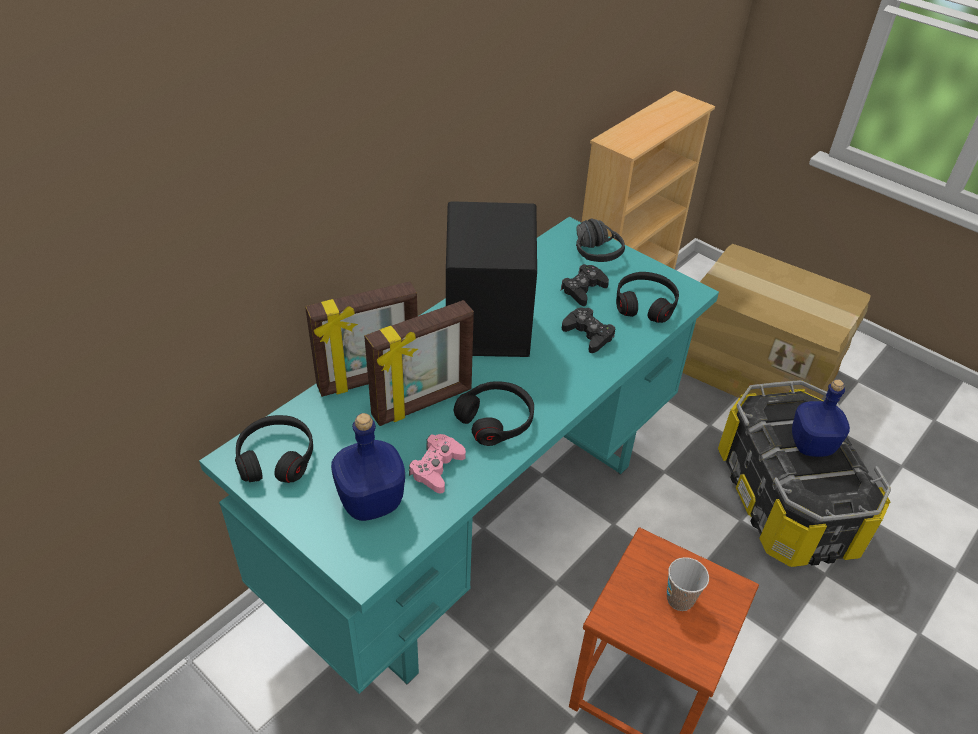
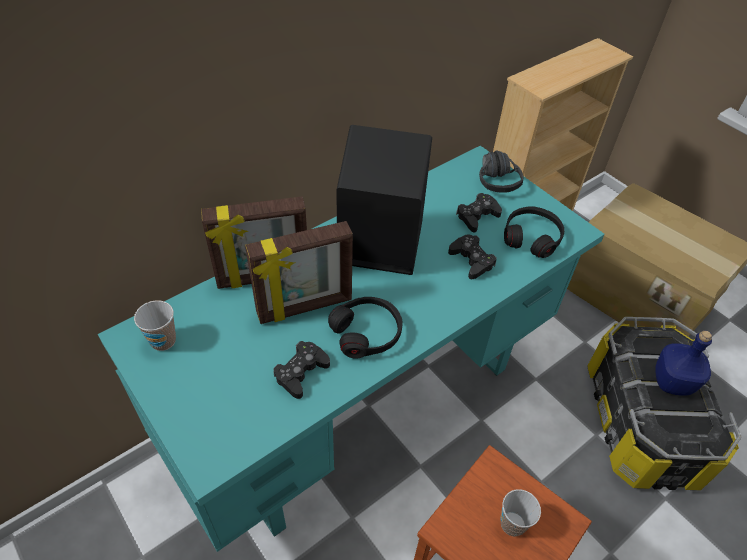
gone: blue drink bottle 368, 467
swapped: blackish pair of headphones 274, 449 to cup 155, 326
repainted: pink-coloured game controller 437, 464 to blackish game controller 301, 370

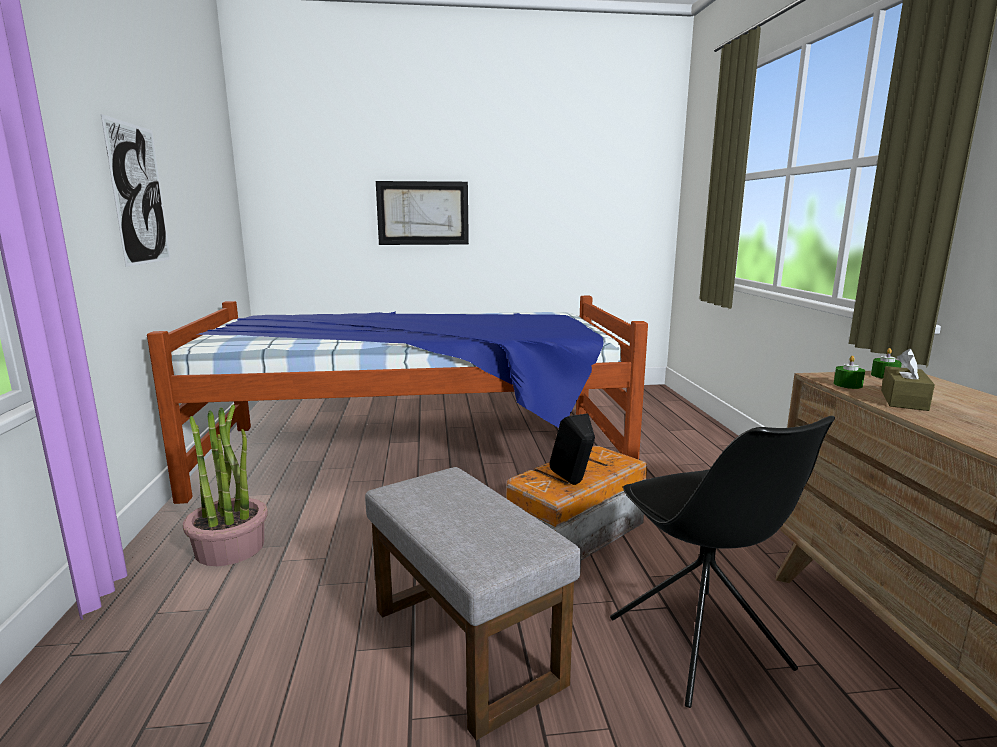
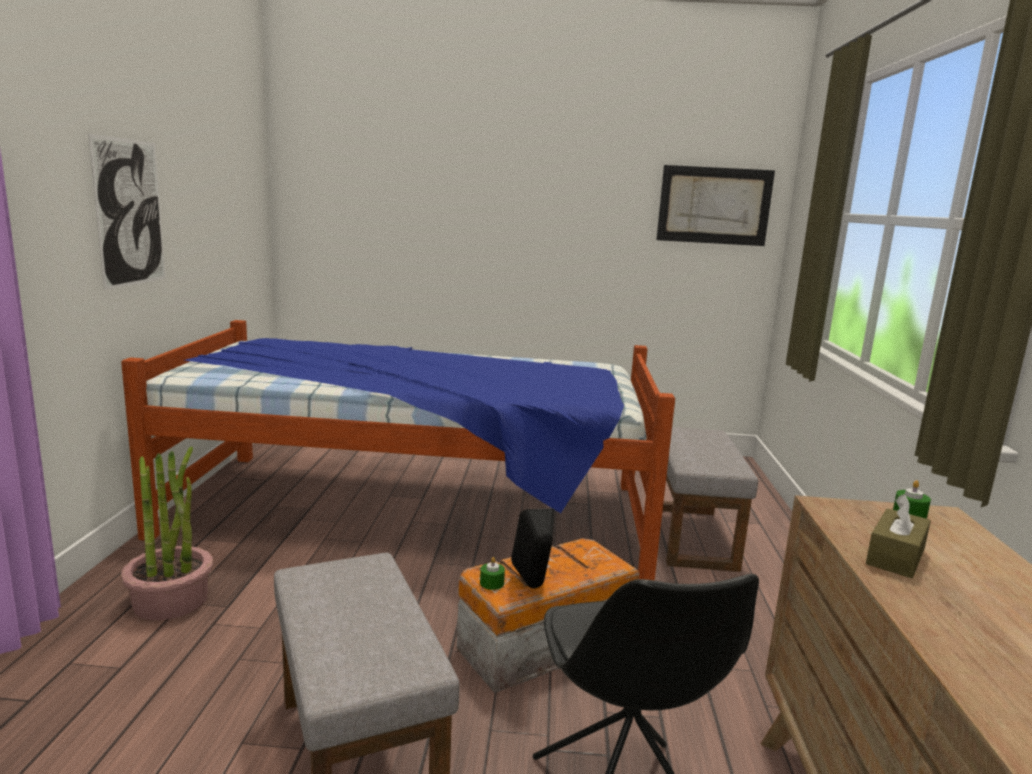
new: greyish footrest 710, 499
shifted: greenish wax light 849, 372 to 492, 573; wall art 422, 213 to 716, 205

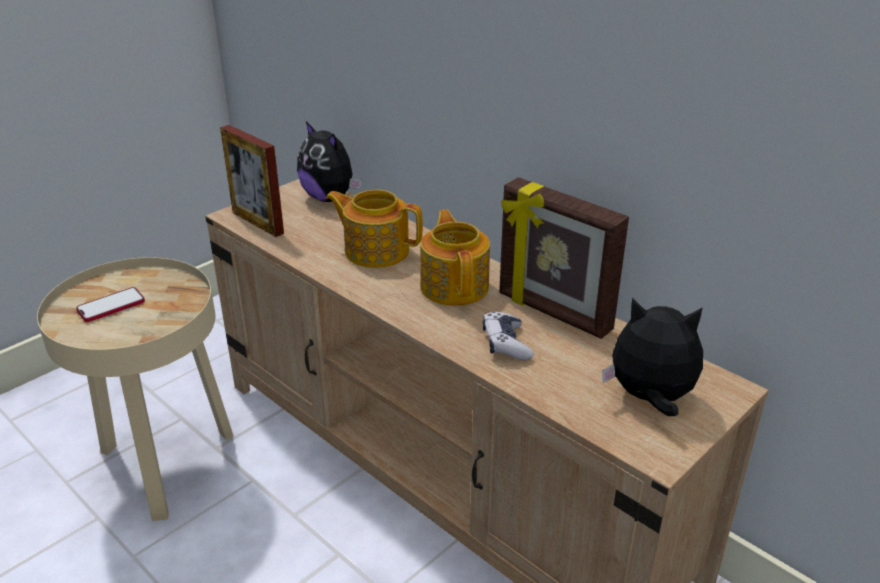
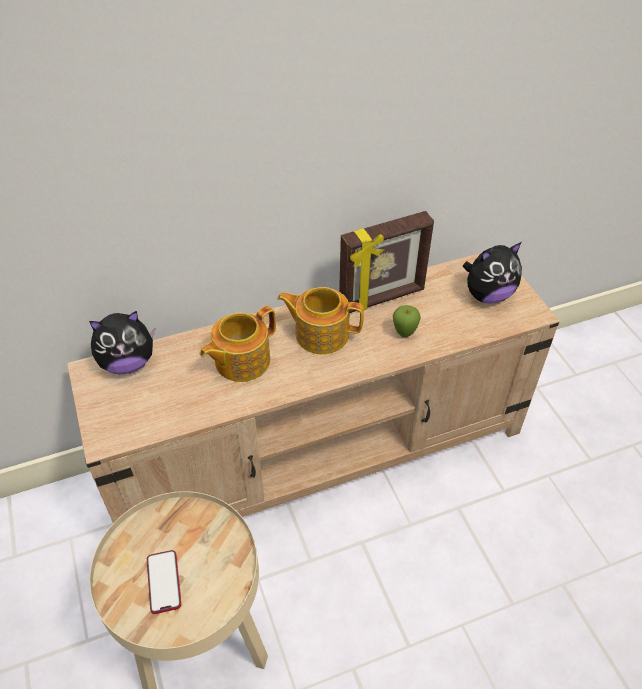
gone: standing frame 252, 181
swapped: game controller 508, 335 to apple 407, 321
rotated: plush toy 652, 356 = 492, 273 150 degrees counterclockwise

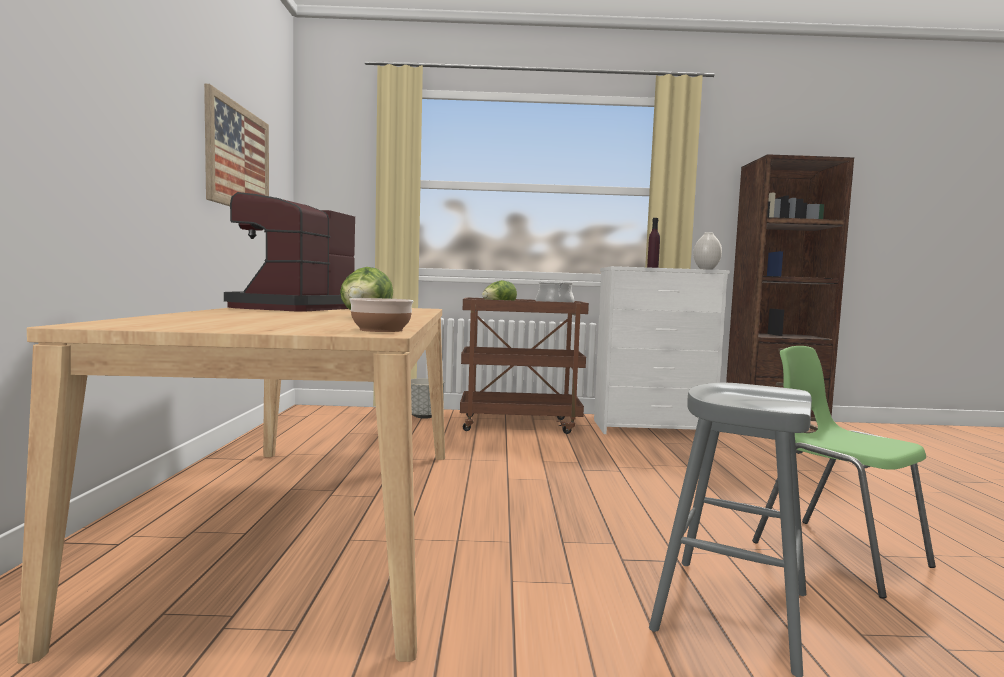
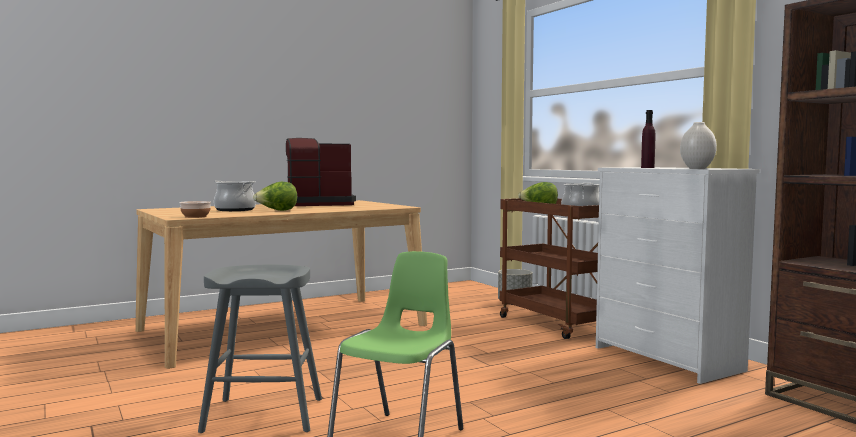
gone: wall art 236, 145
new: stockpot 235, 196

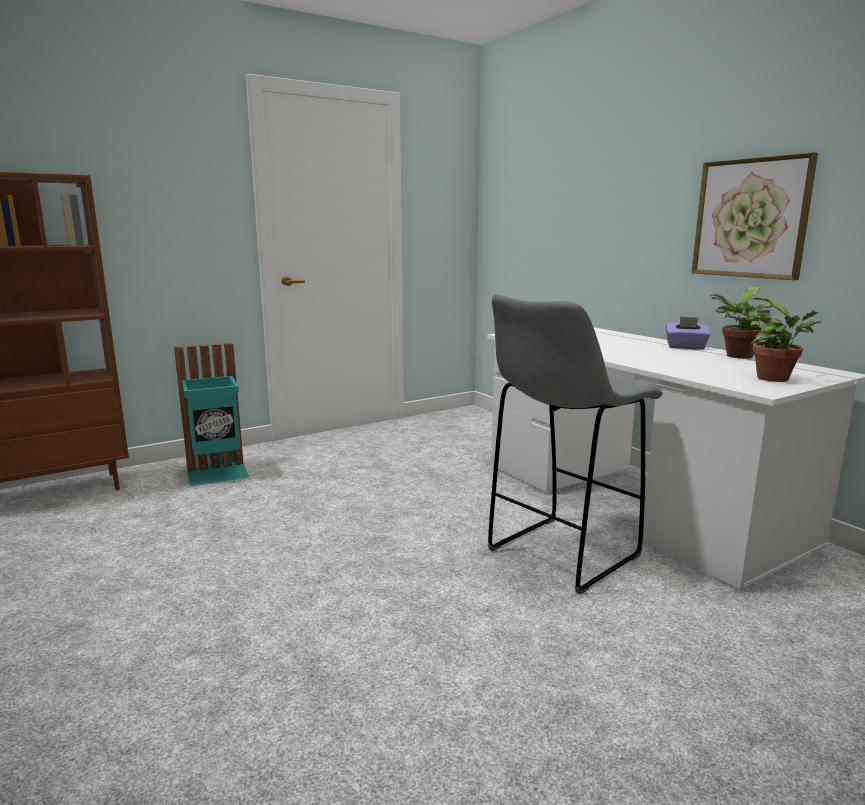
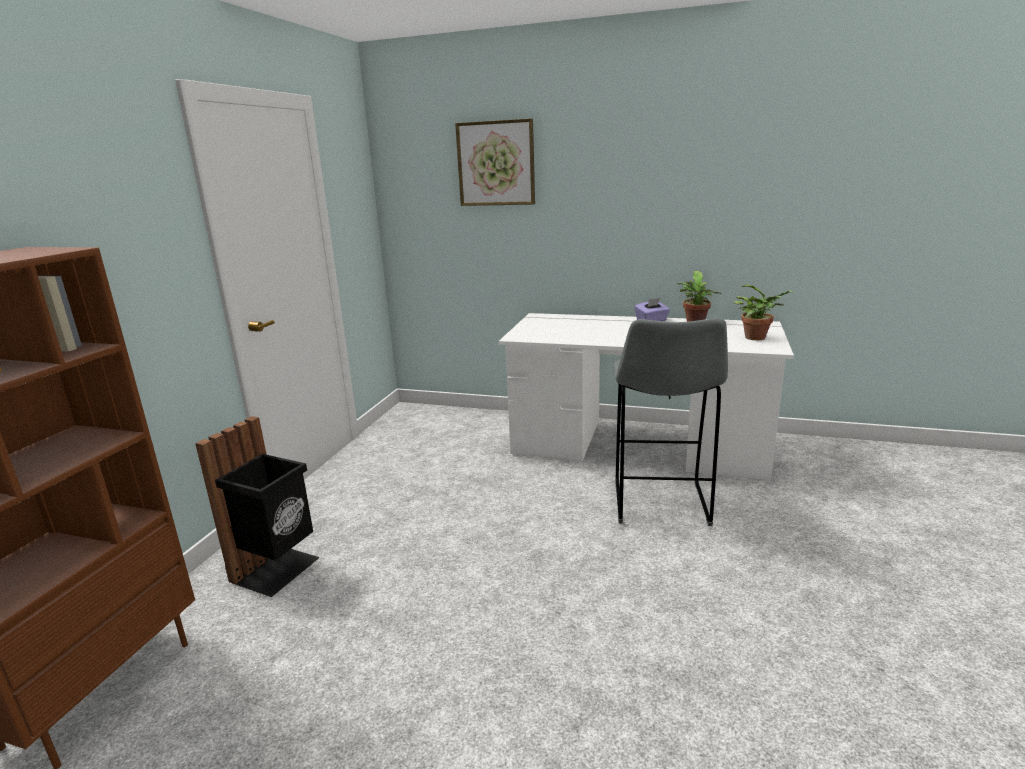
shifted: wall art 755, 216 to 495, 162
repainted: turquoise-coloured waste bin 211, 414 to blackish waste bin 257, 506

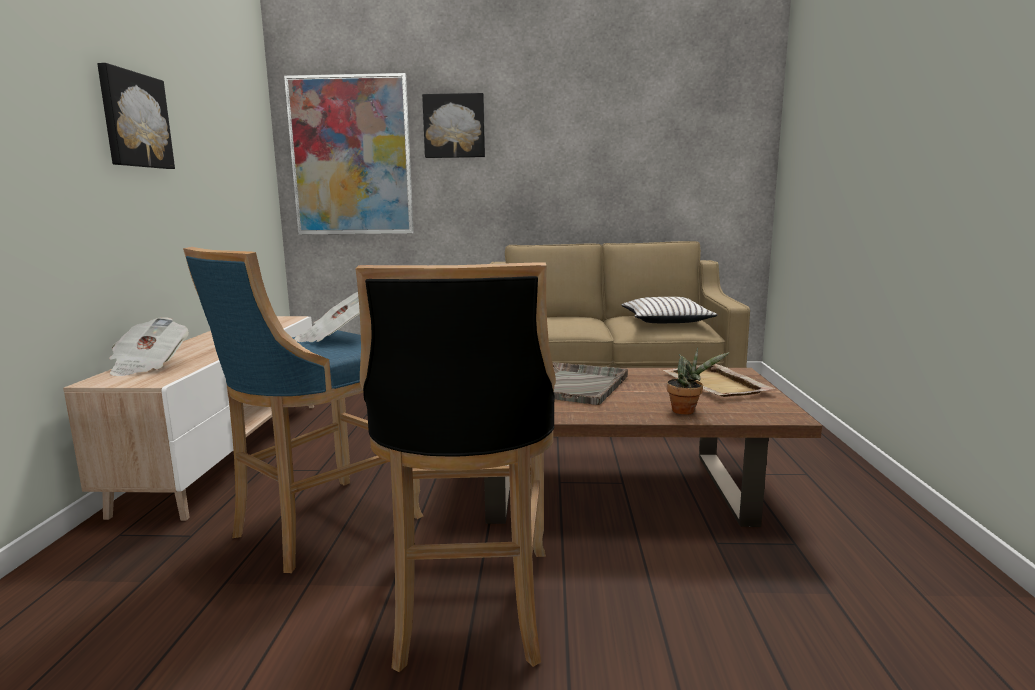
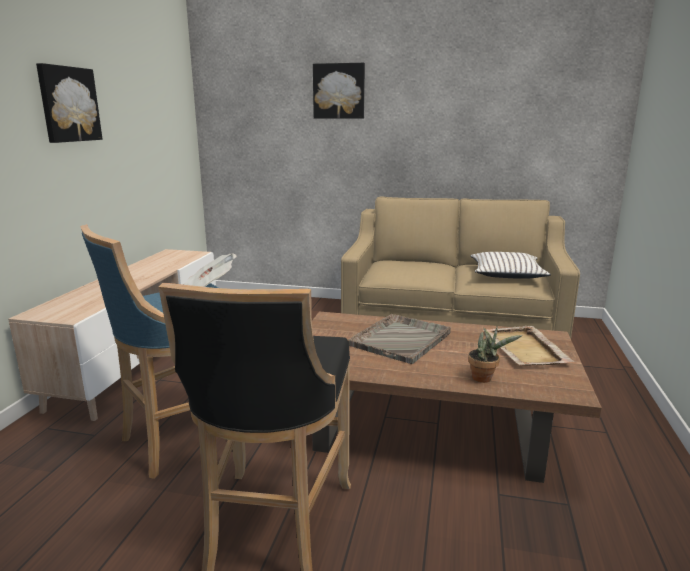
gone: newspaper 149, 346; wall art 349, 154

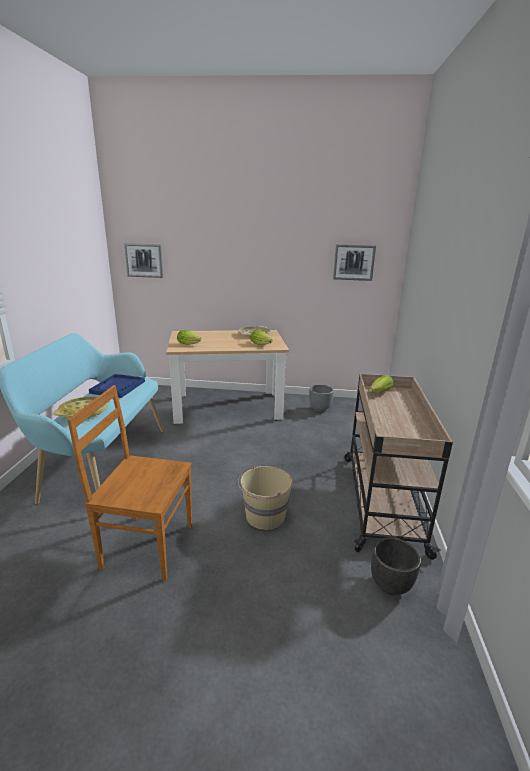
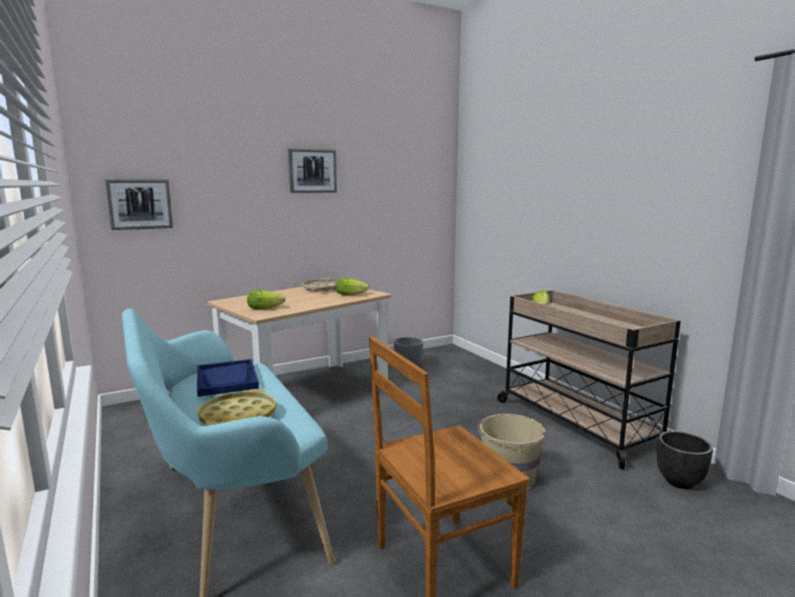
shifted: wall art 354, 262 to 312, 170

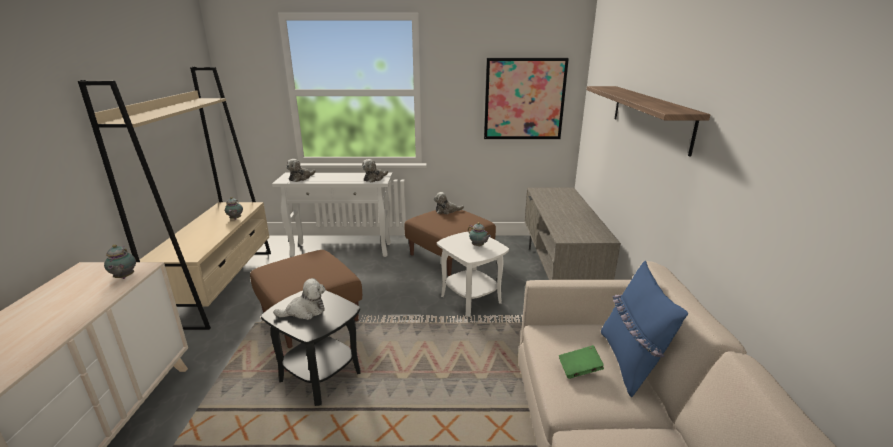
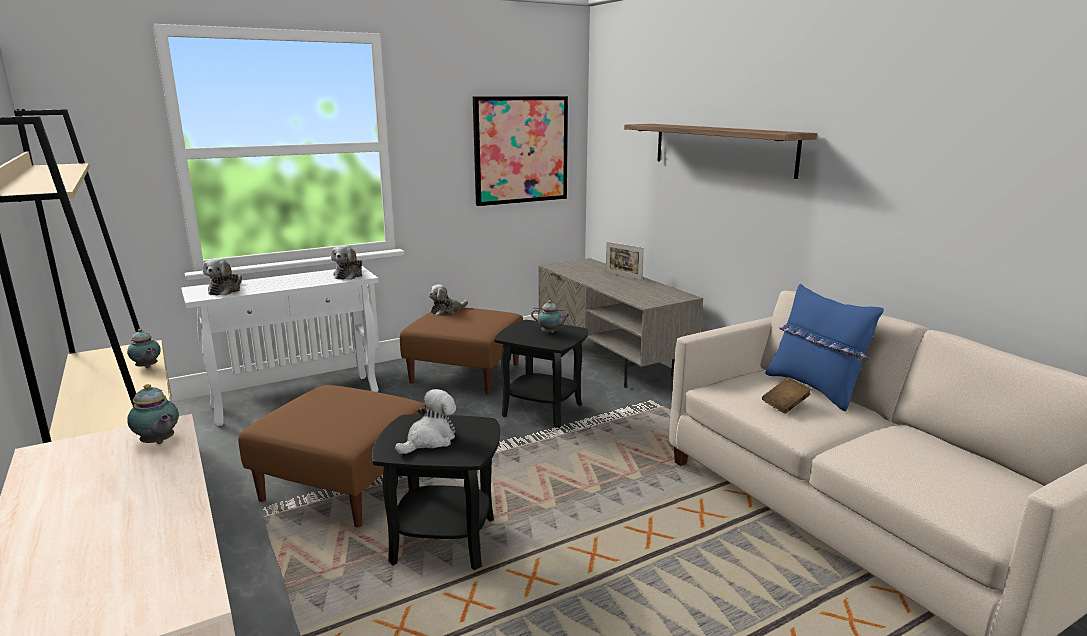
new: standing frame 625, 261
repainted: white-coloured end table 473, 274 to blackish end table 541, 374; greenish volume 581, 362 to brown-coloured volume 787, 395

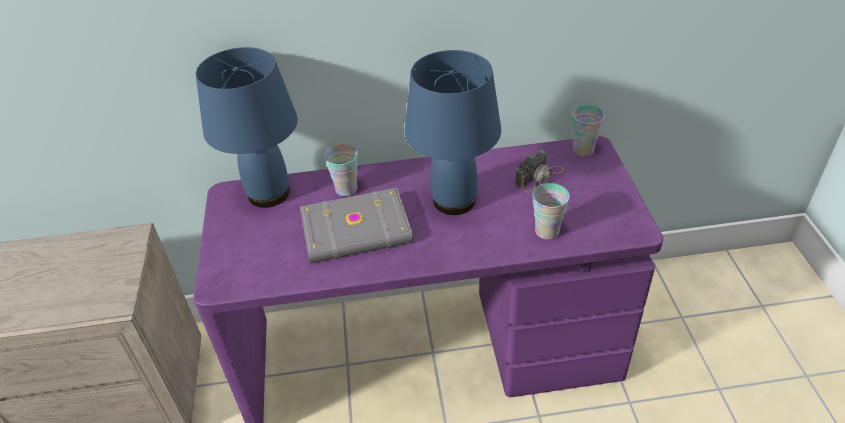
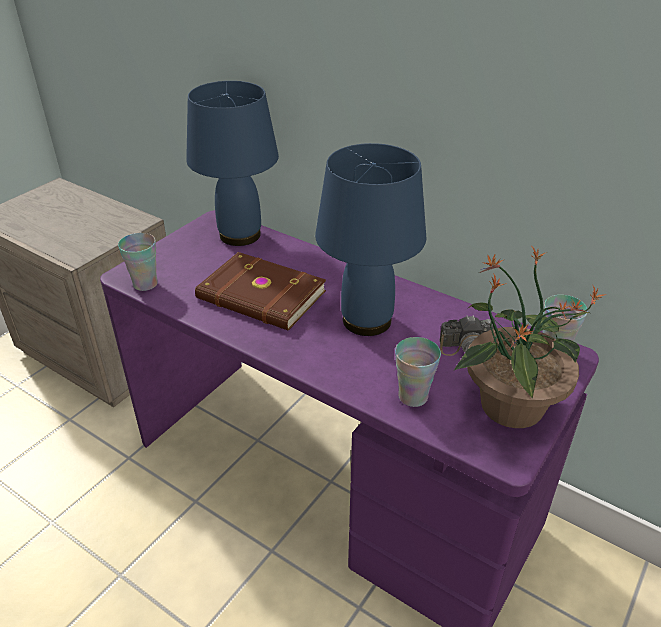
new: houseplant 529, 337
shifted: cup 341, 170 to 138, 262
repainted: greyish volume 356, 226 to brown-coloured volume 260, 291

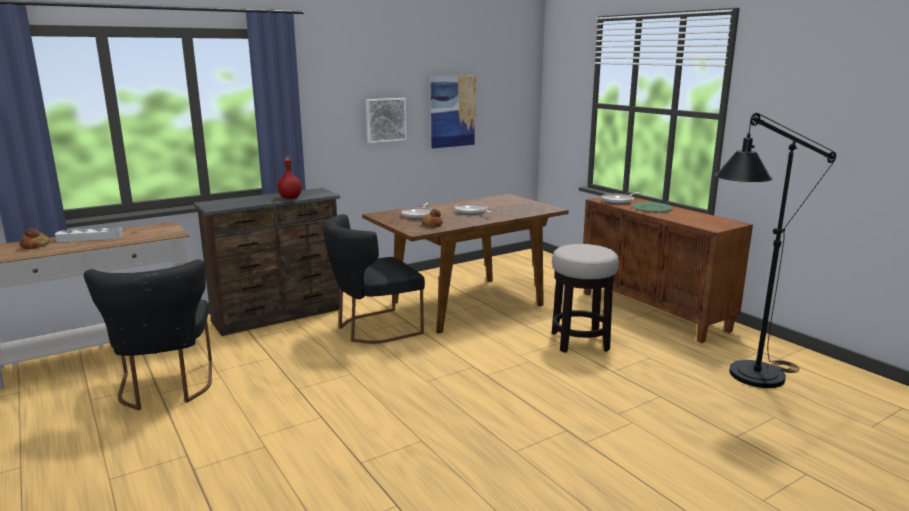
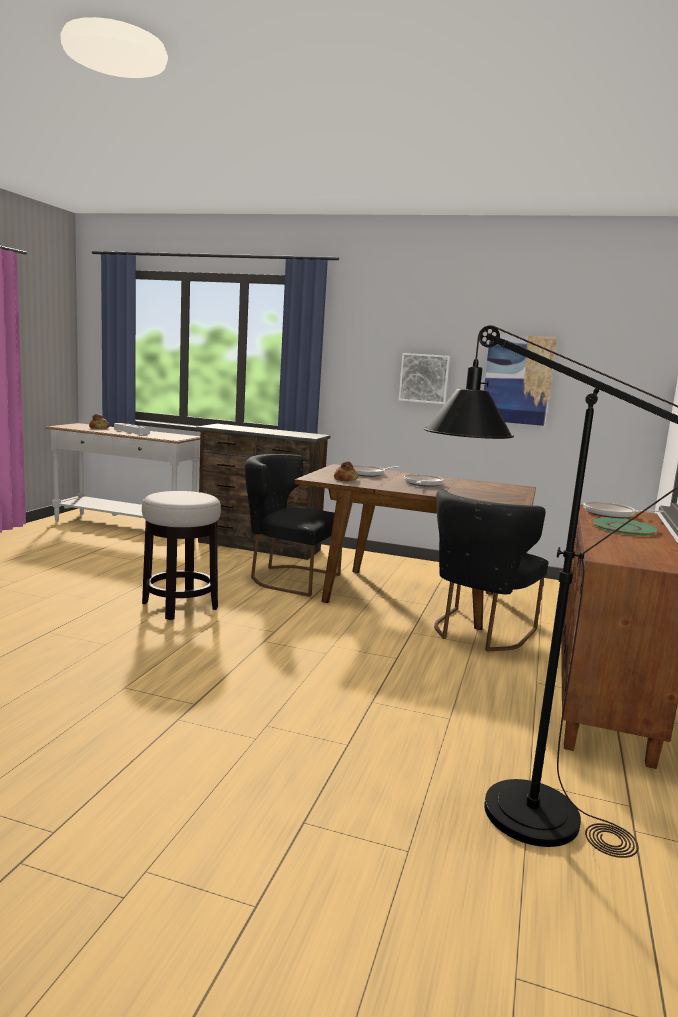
gone: red drink bottle 289, 178
shifted: stool 585, 298 to 181, 555; blackish plain chair 148, 335 to 491, 570

